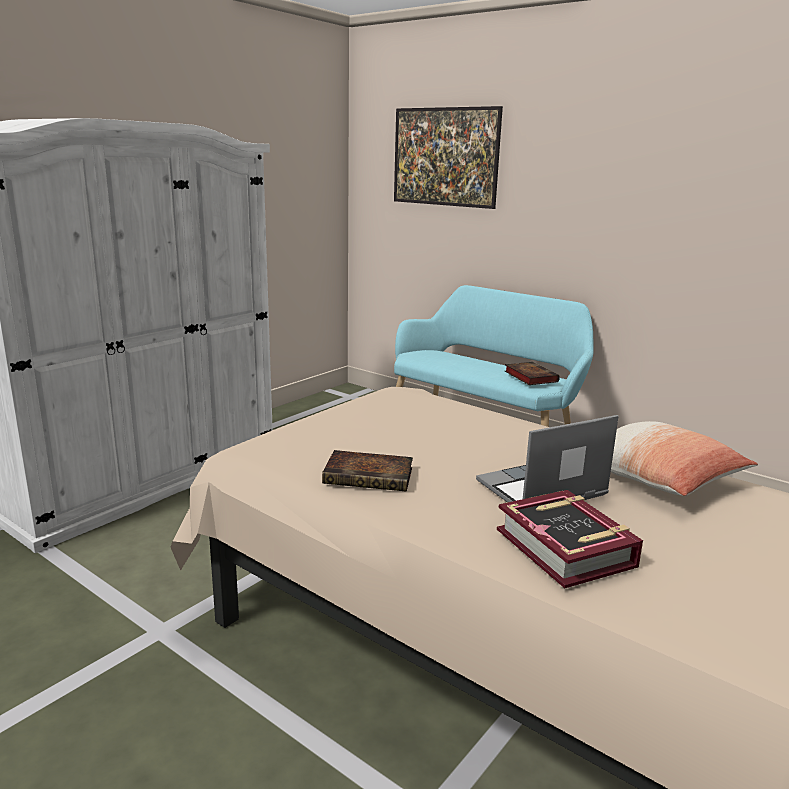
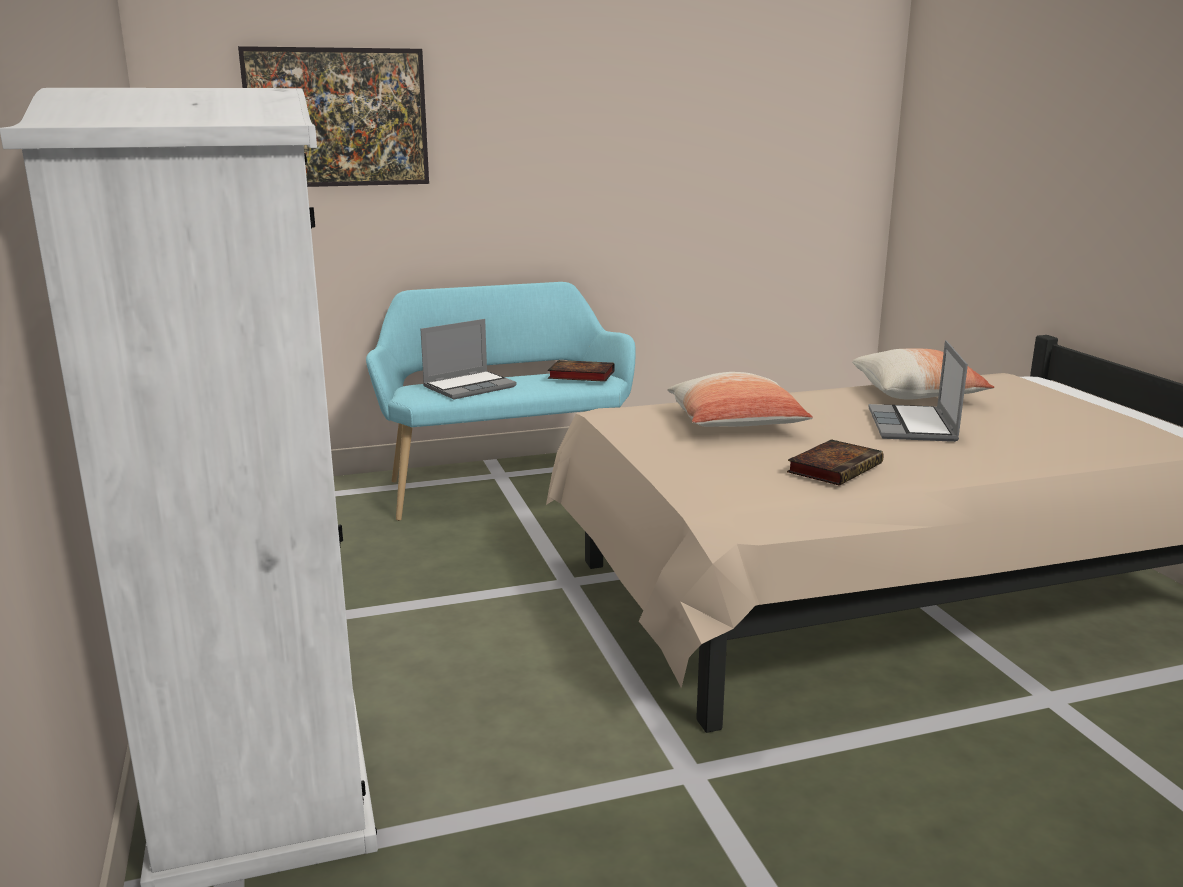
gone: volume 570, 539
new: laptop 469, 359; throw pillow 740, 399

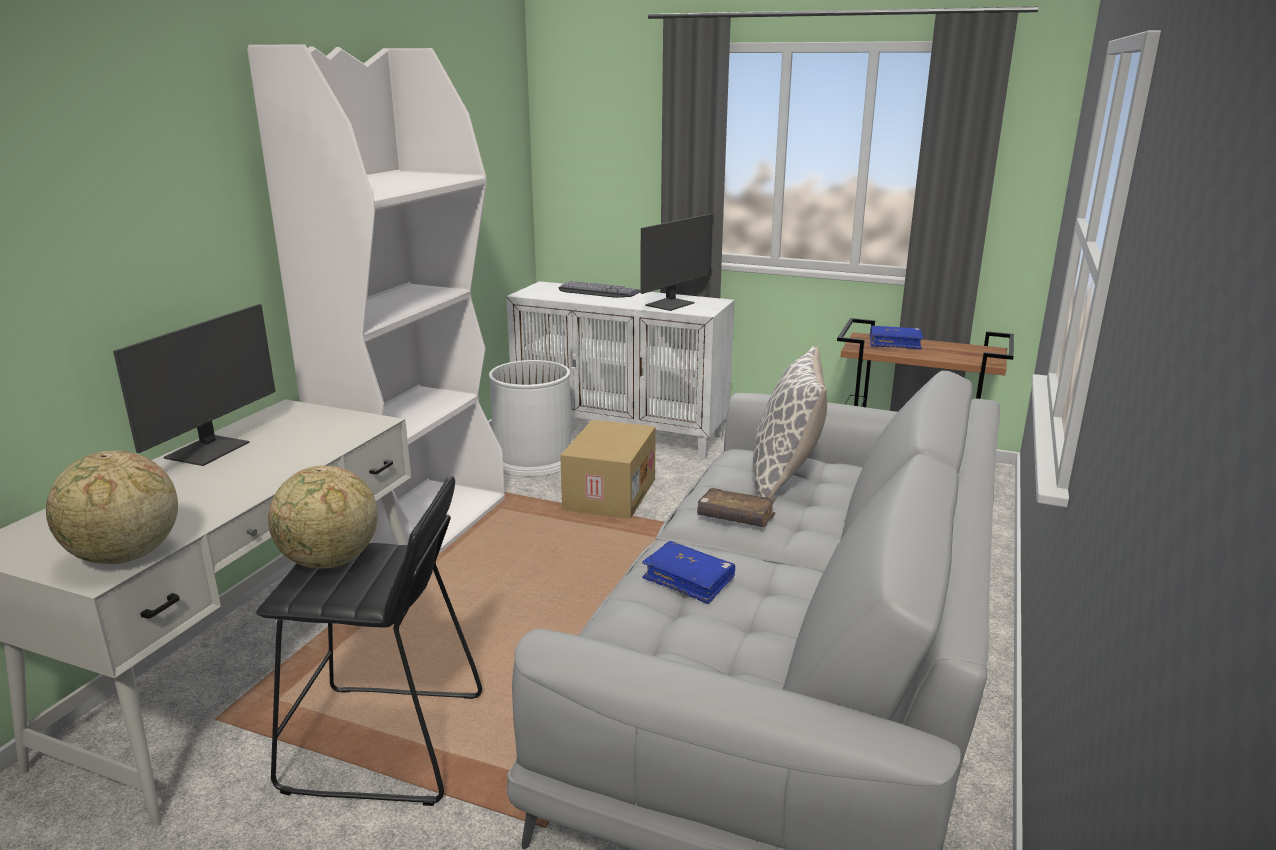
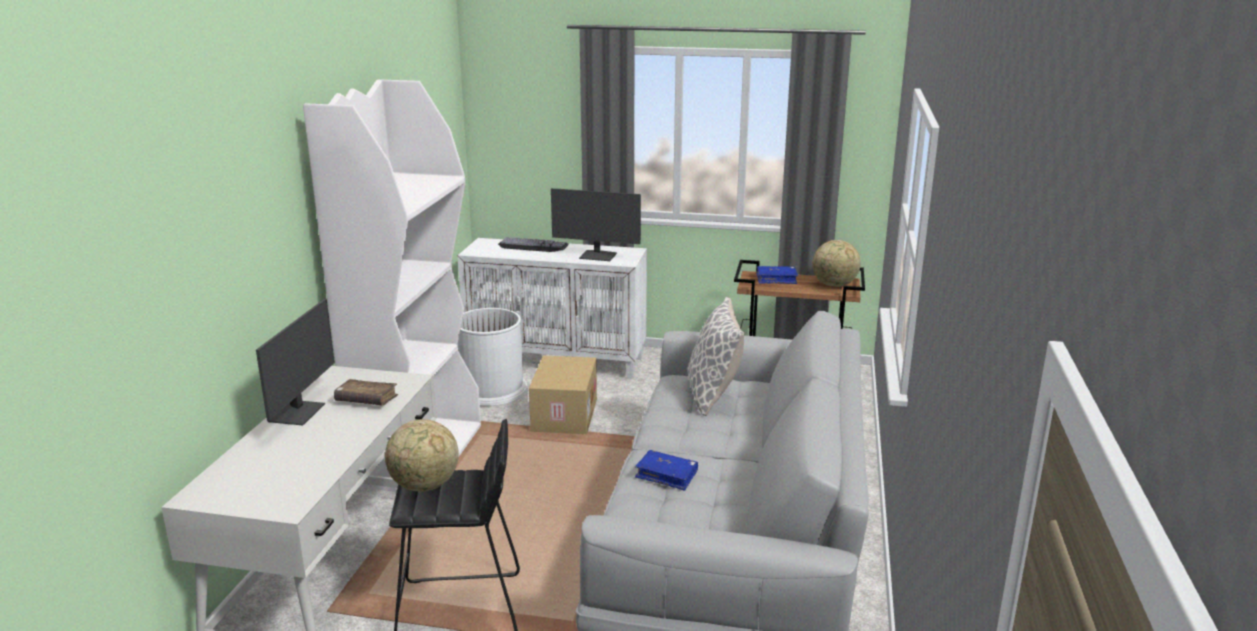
shifted: brown-coloured volume 736, 507 to 366, 392; desk globe 112, 507 to 836, 263
rotated: monitor 676, 262 = 596, 224 75 degrees clockwise

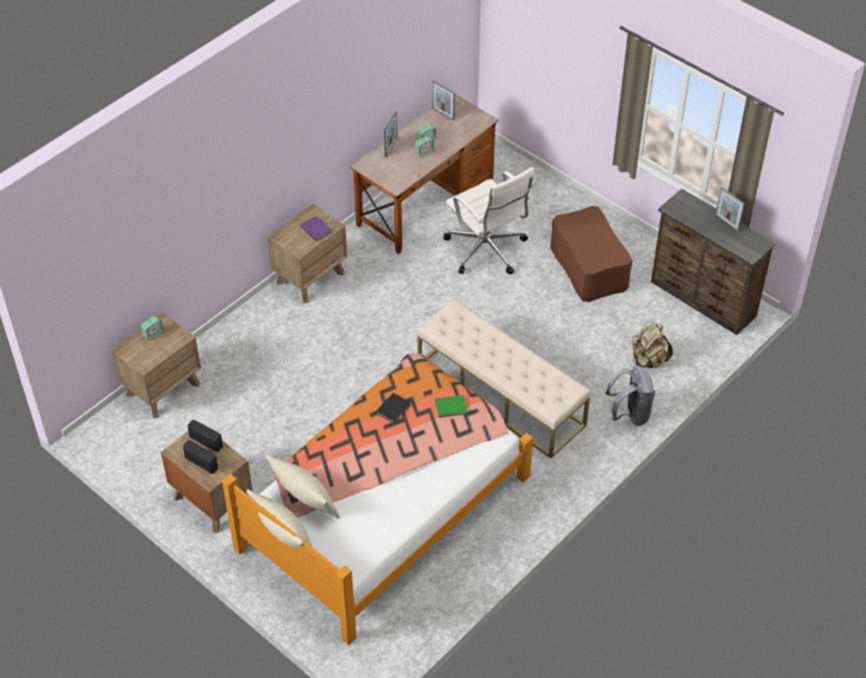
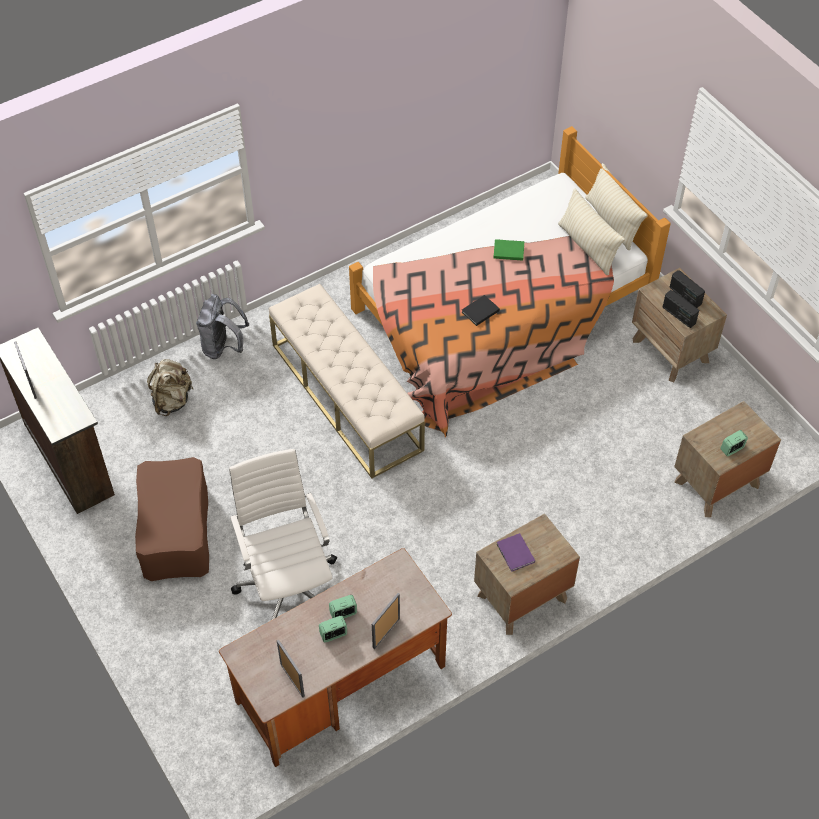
shifted: greenish volume 451, 406 to 508, 250

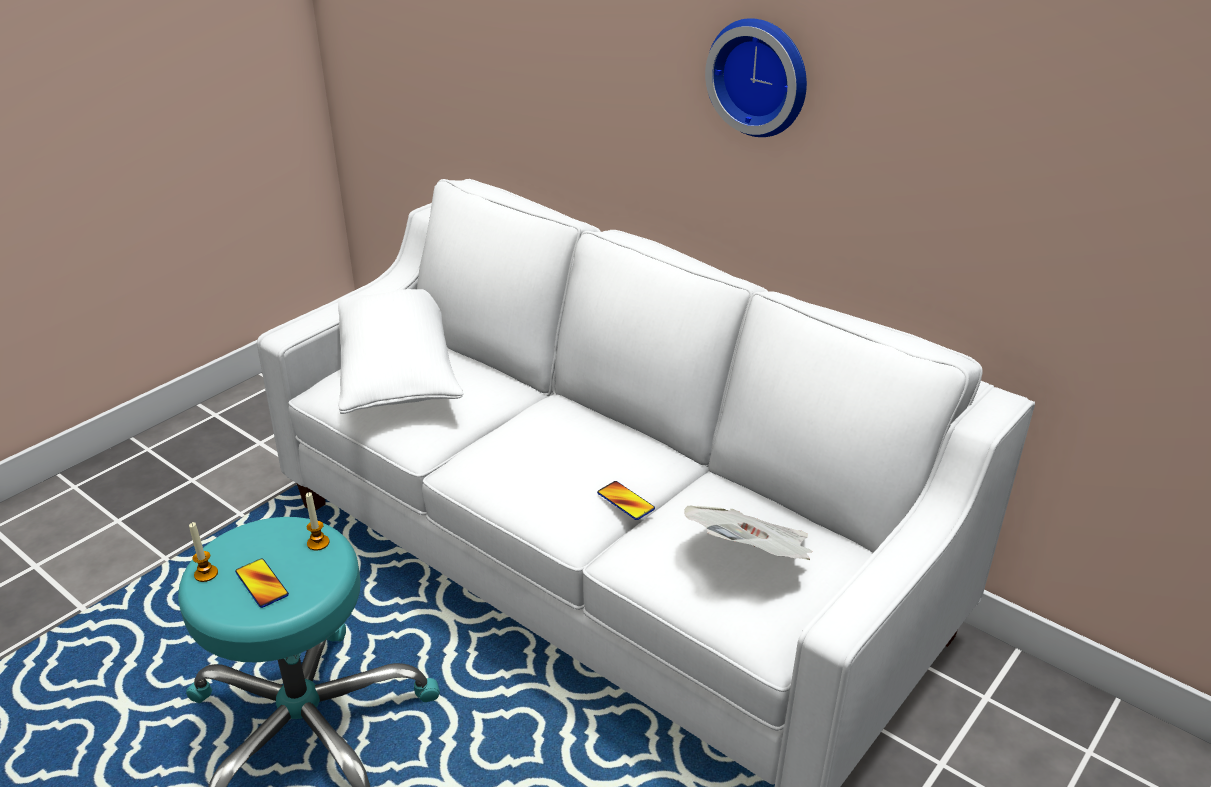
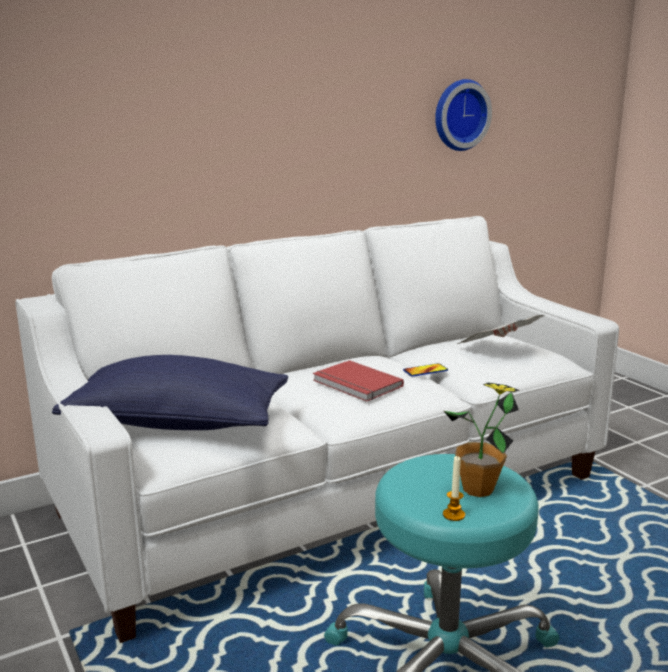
gone: wax light 318, 521
new: red volume 358, 381
shifted: wall clock 756, 77 to 463, 115
swapped: handset 262, 583 to houseplant 481, 440
repainted: white-coloured throw pillow 400, 351 to blue throw pillow 170, 392

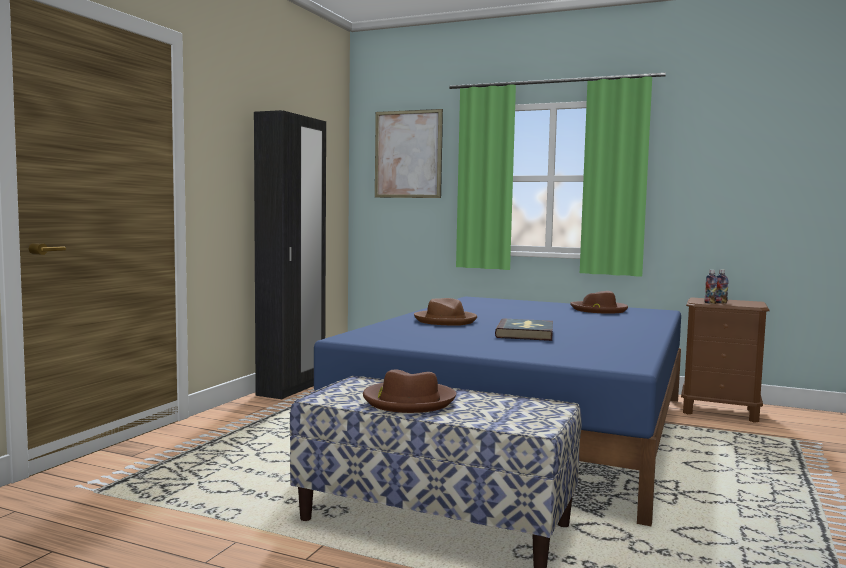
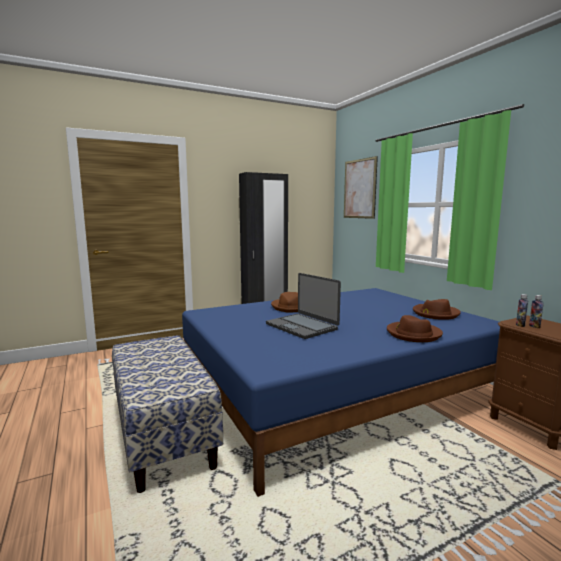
shifted: brown-coloured clothing hat 409, 391 to 415, 328
swapped: volume 524, 329 to laptop 303, 306

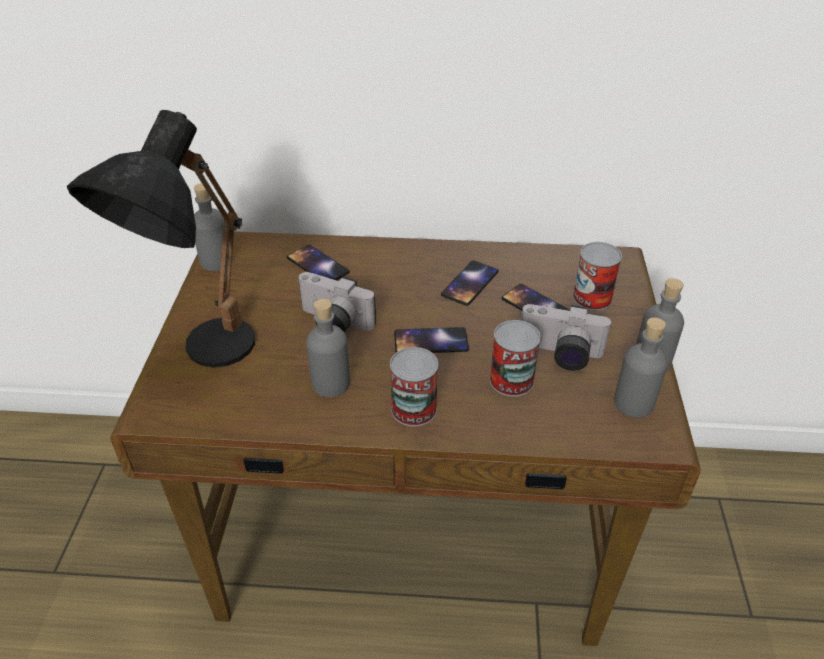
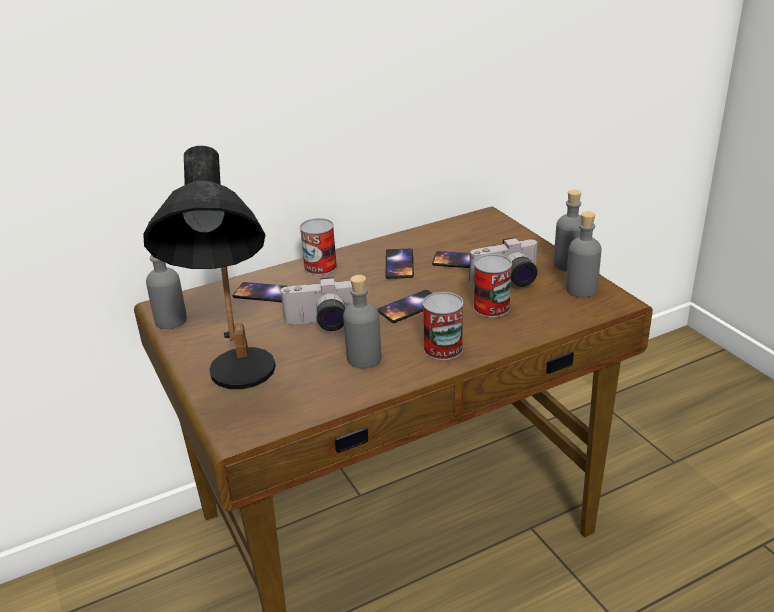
shifted: metal can 597, 276 to 318, 246

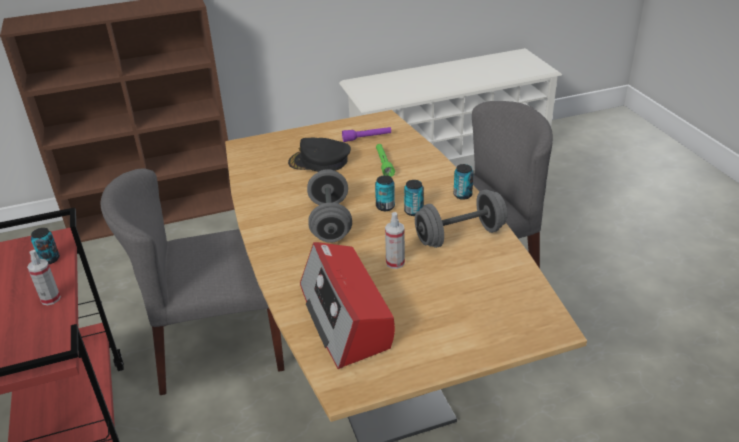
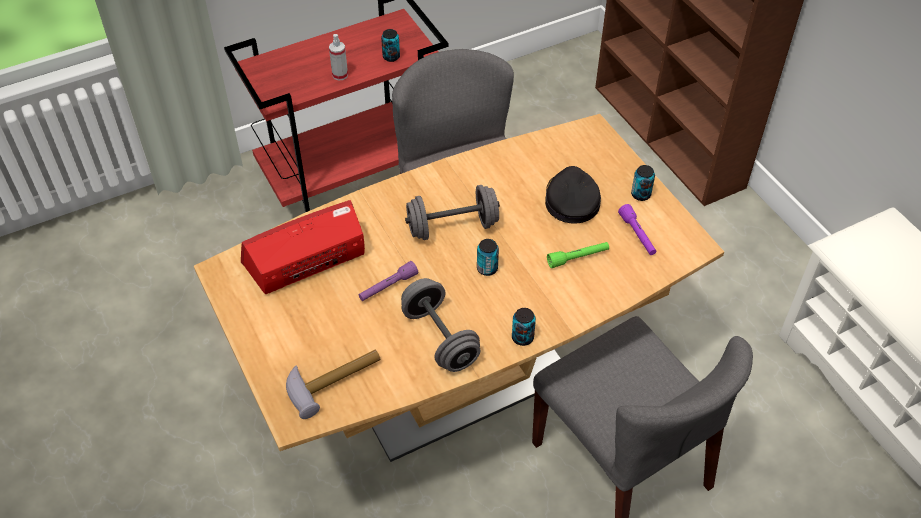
new: hand hammer 333, 384
shifted: metal can 414, 198 to 643, 183
swapped: spray bottle 395, 240 to purple flashlight 388, 281

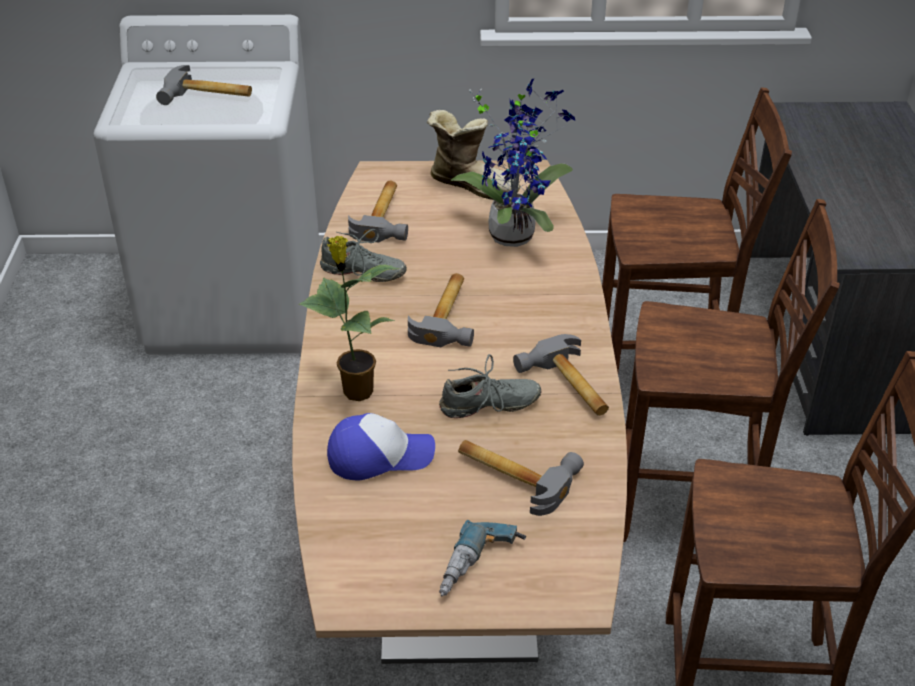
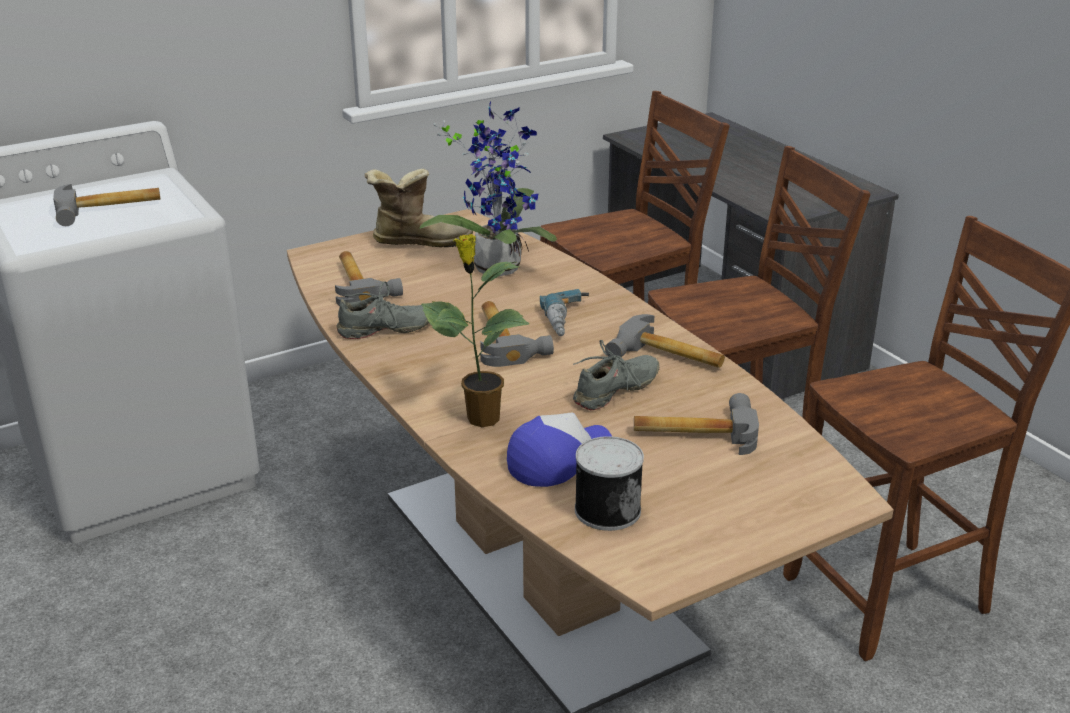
new: metal can 609, 483
shifted: drill 482, 557 to 564, 312

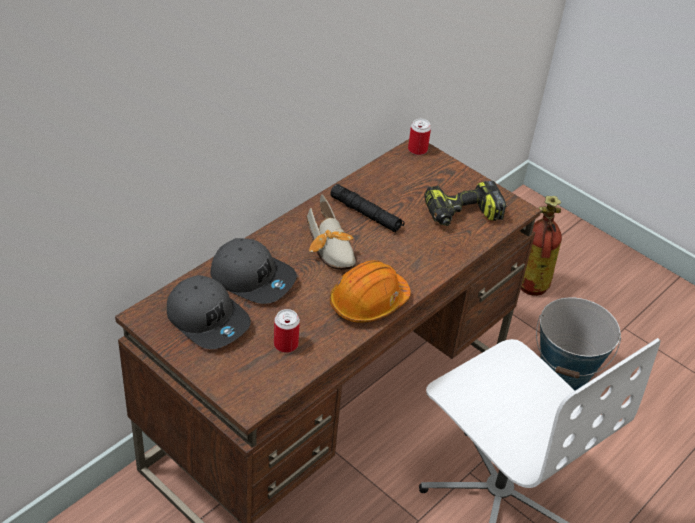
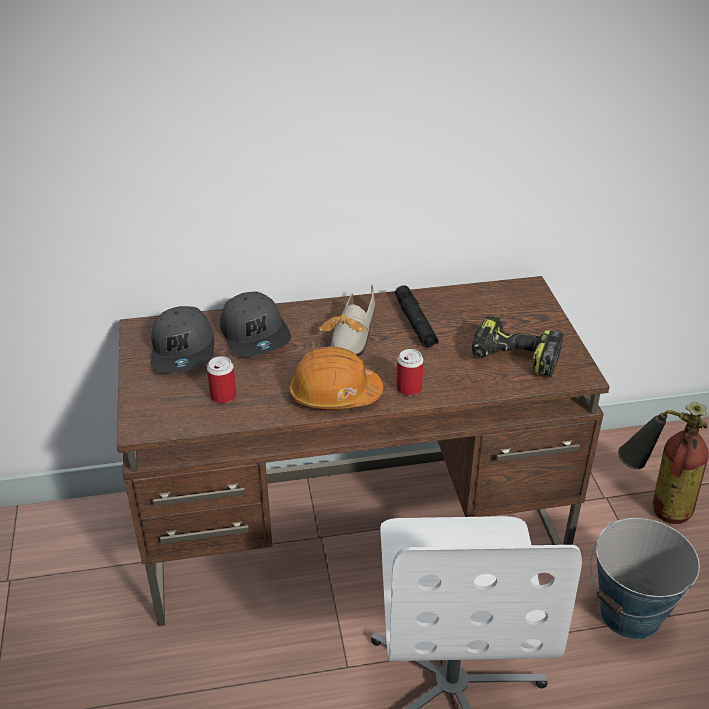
shifted: metal can 419, 137 to 410, 372

